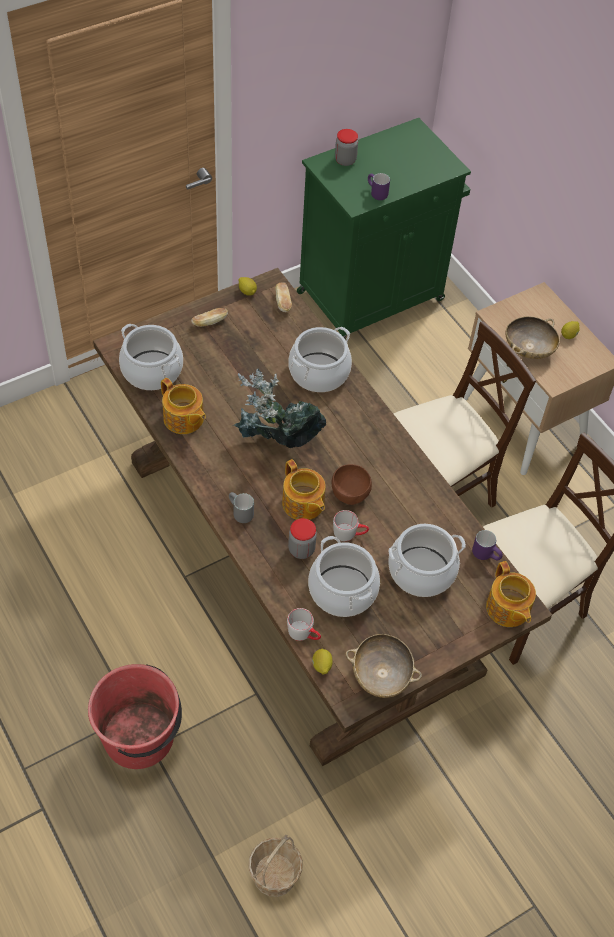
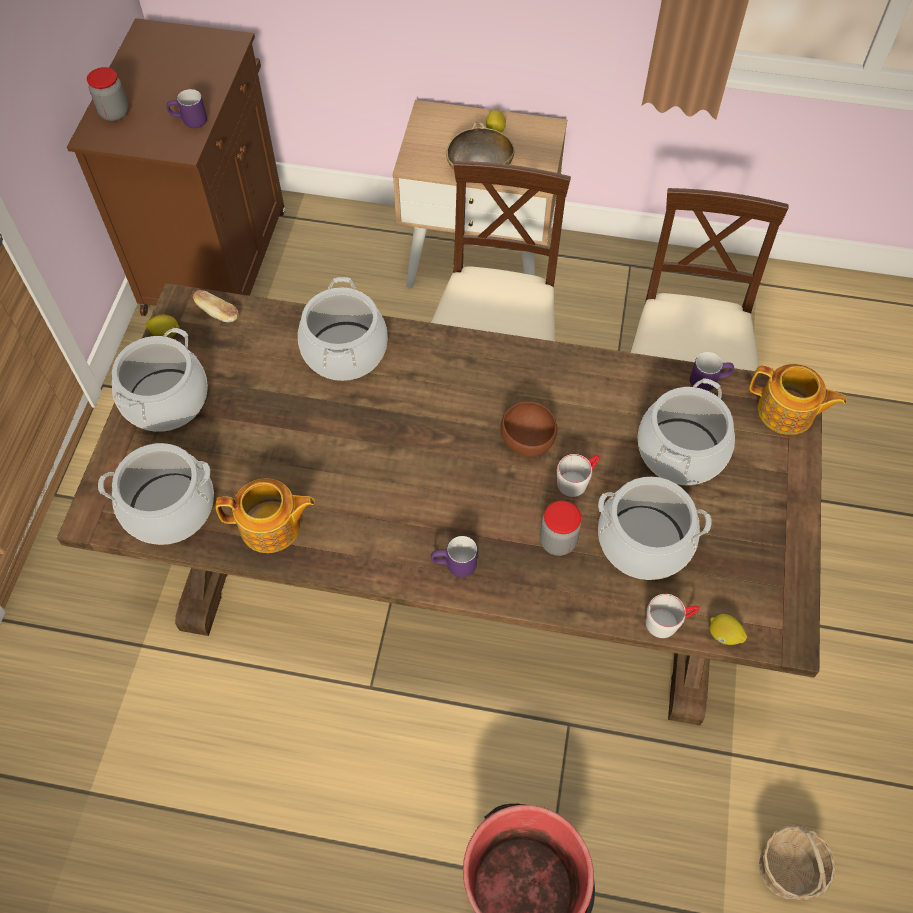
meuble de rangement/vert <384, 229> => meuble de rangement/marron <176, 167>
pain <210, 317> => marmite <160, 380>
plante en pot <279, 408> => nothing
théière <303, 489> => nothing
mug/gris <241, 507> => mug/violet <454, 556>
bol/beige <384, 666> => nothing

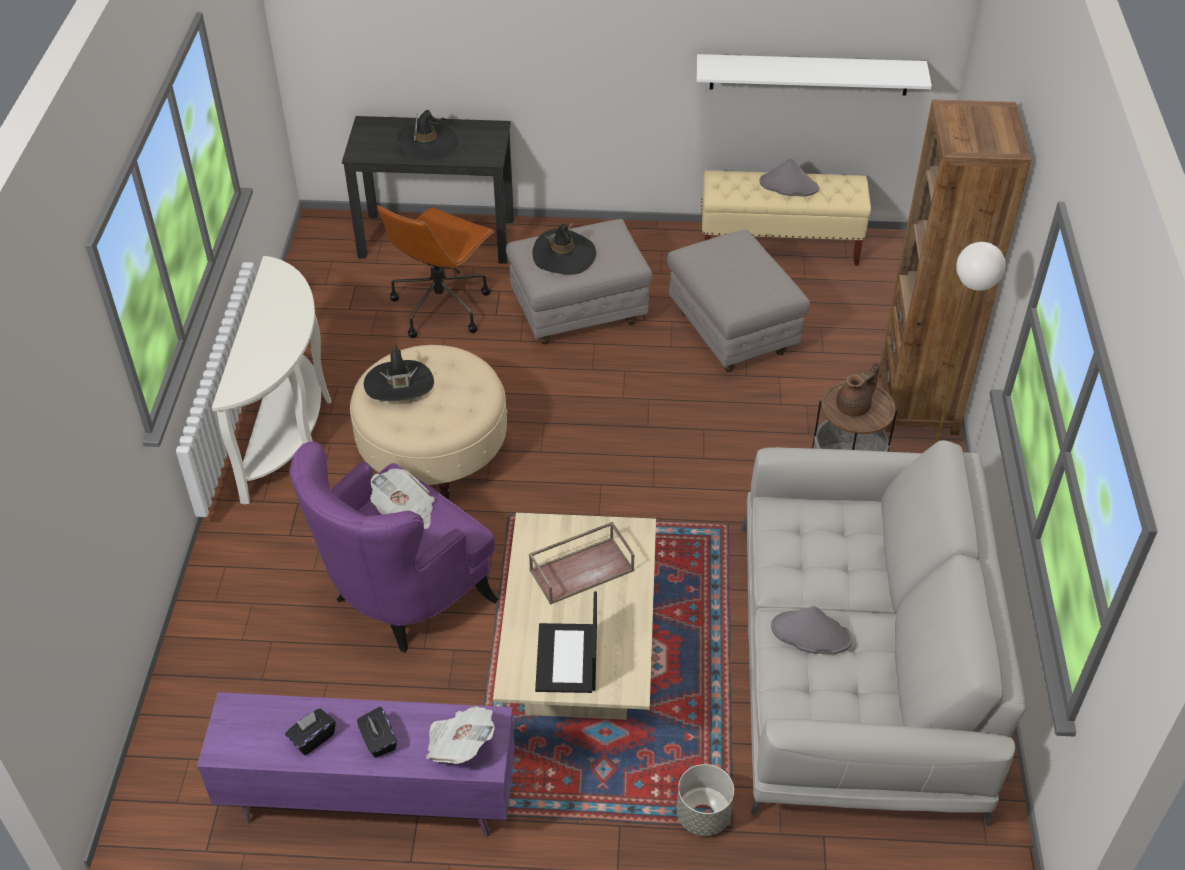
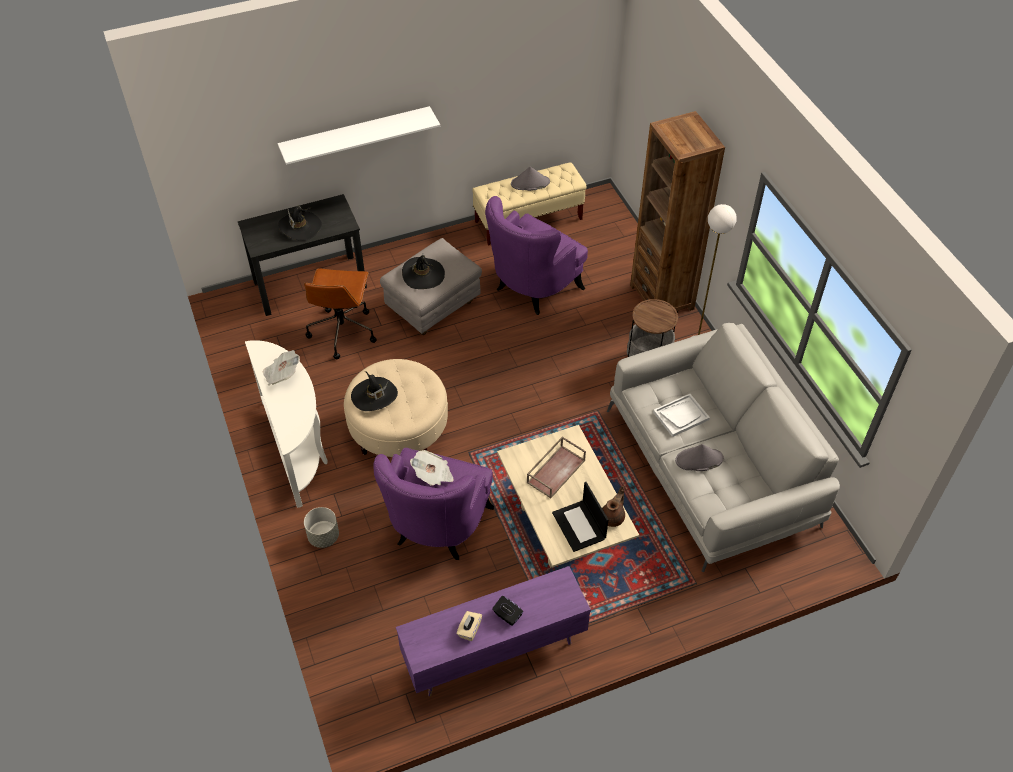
étagère/blanc <814, 75> => étagère/blanc <359, 135>, relocated
pouf/gris <738, 301> => fauteuil/violet <536, 255>
théière/marron <858, 389> => théière/marron <613, 506>, relocated
journal <460, 735> => journal <281, 368>, relocated
boîte à mouchoirs/noir <310, 731> => boîte à mouchoirs/beige <469, 626>
cache-pot/gris <705, 800> => cache-pot/gris <321, 527>, relocated
nothing => plateau/blanc <681, 415>

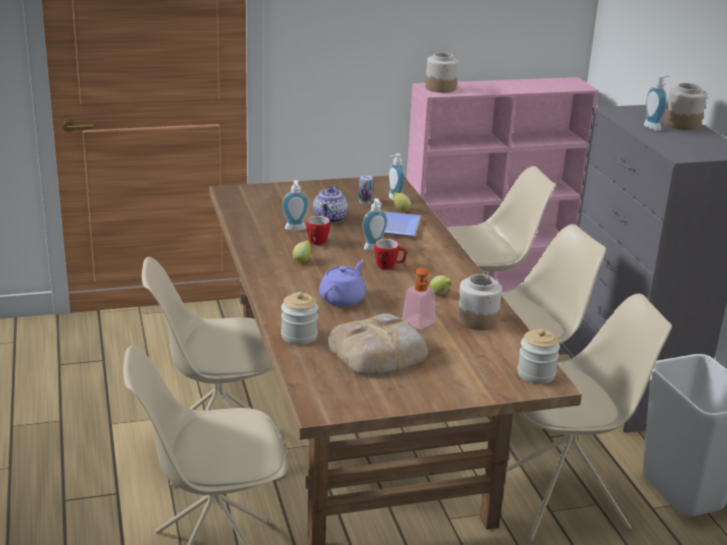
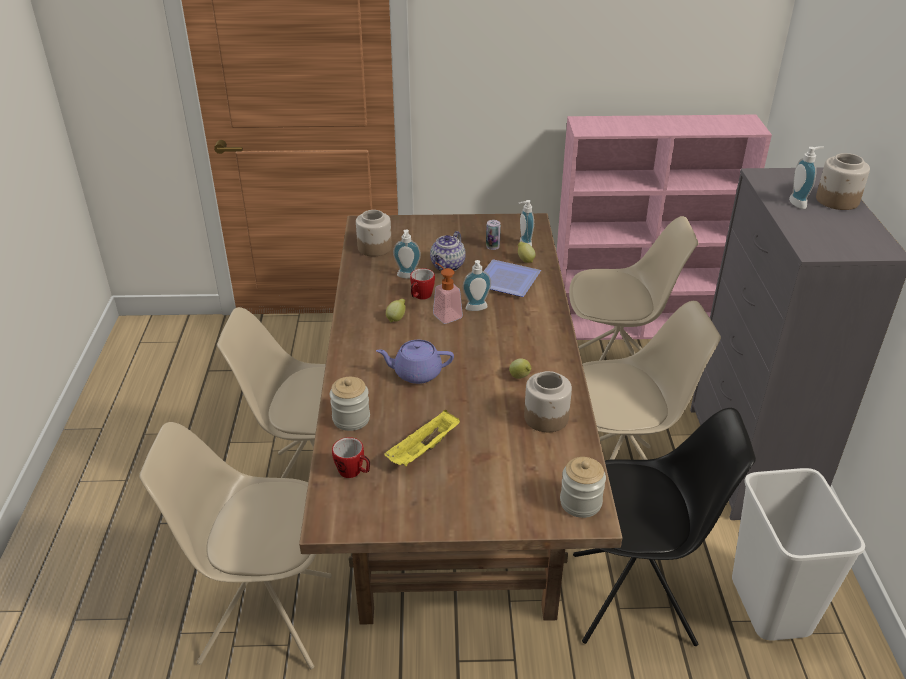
bocal <442, 72> => bocal <374, 233>, relocated
mug <390, 254> => mug <351, 457>, relocated
théière/violet <342, 283> => théière/violet <415, 362>, 135 degrees counterclockwise
distributeur de savon <418, 296> => distributeur de savon <448, 293>, relocated
chaise/beige <589, 417> => chaise/noir <664, 527>
pain <377, 344> => plateau/jaune <422, 438>

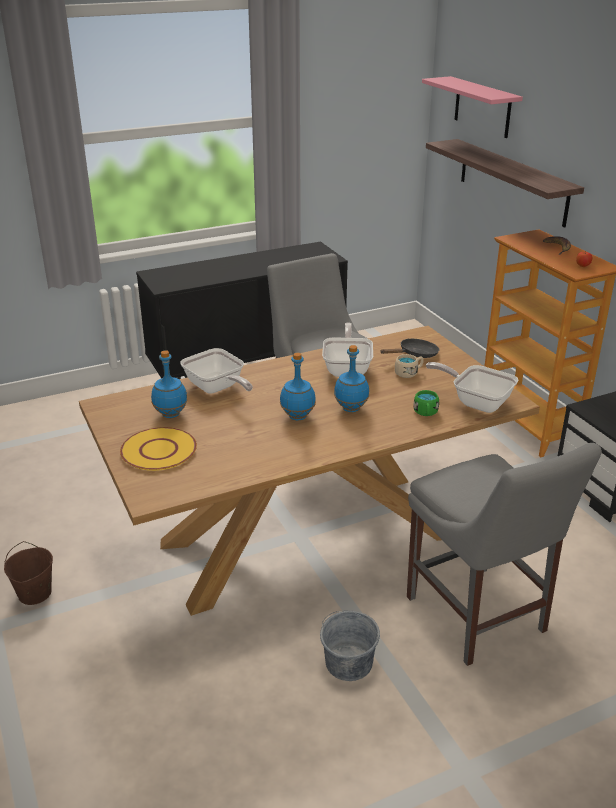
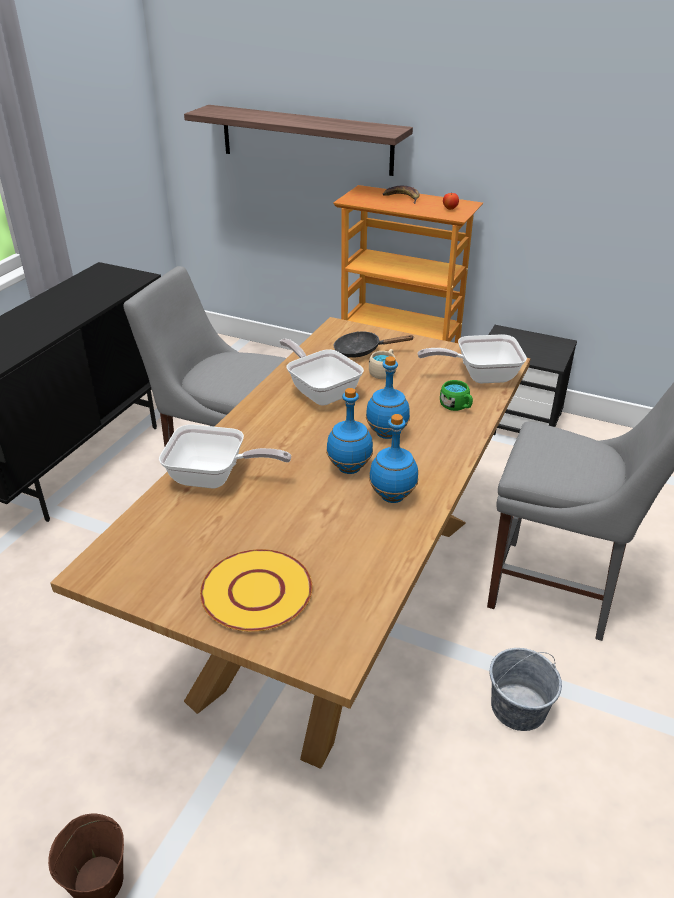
étagère/rose <472, 107> => nothing
poêle/noir <409, 348> => poêle/noir <374, 344>, 105 degrees counterclockwise
bouteille/bleu <169, 384> => bouteille/bleu <393, 458>, relocated

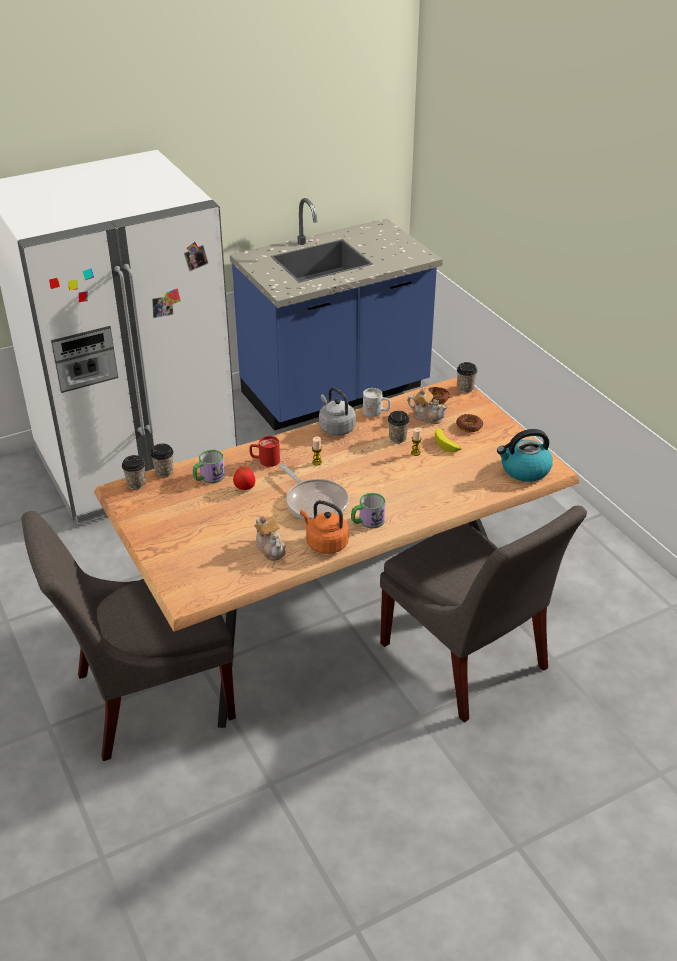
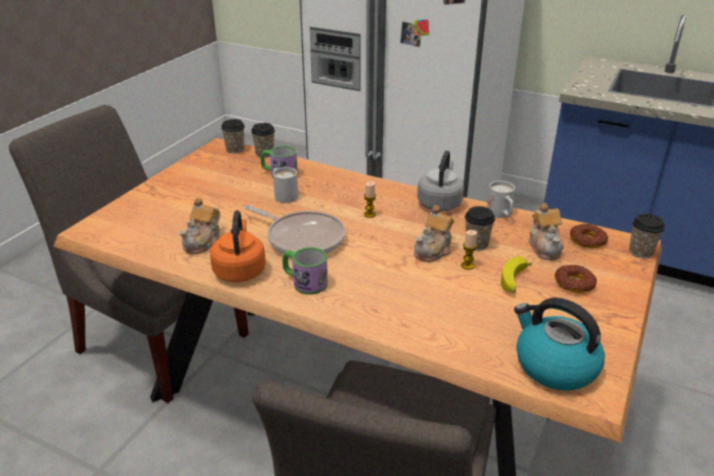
mug/rouge <264, 451> => nothing
poêle <314, 492> => poêle <295, 229>, 75 degrees counterclockwise
tomate <244, 478> => mug/blanc <285, 185>
nothing => théière <434, 233>

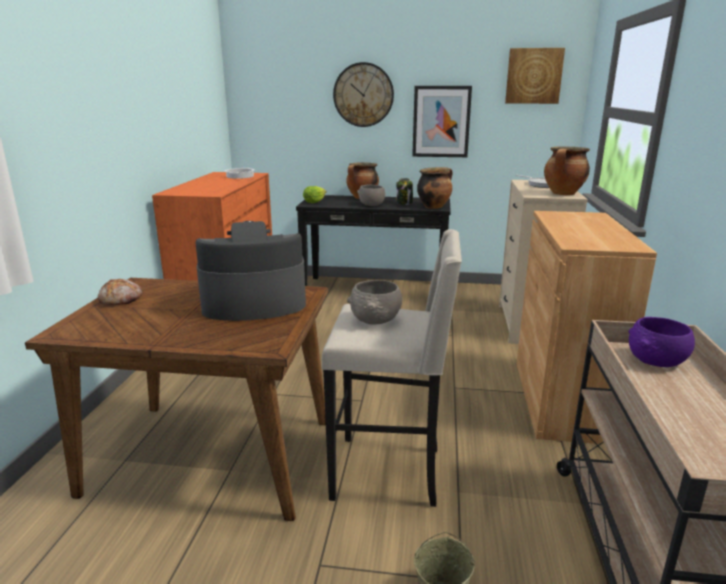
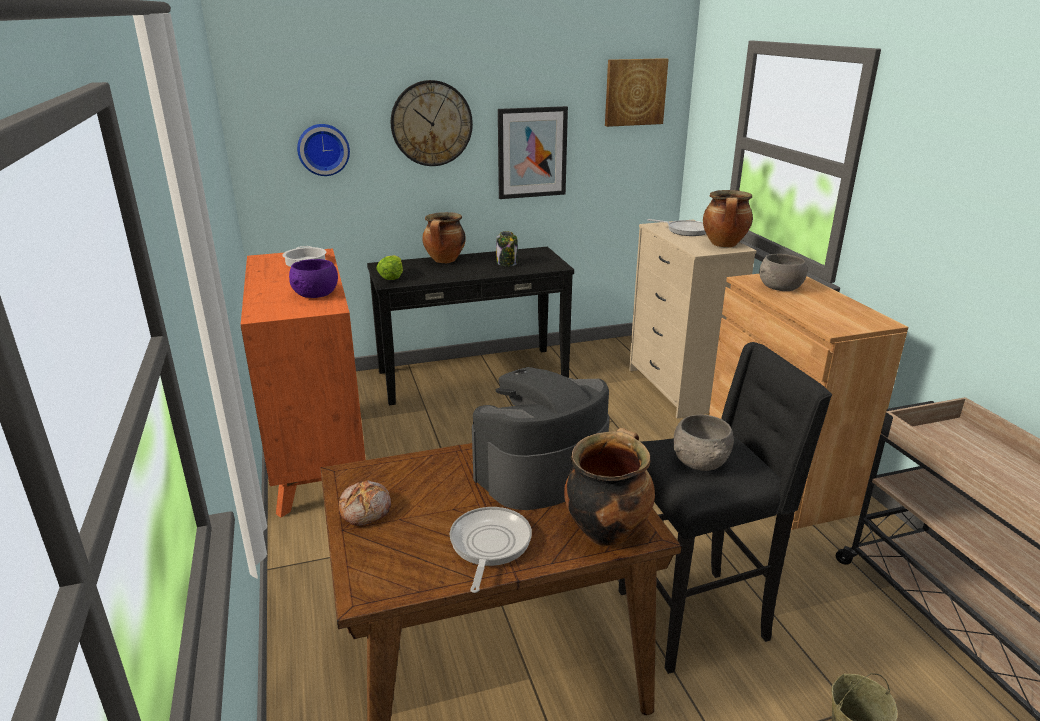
marmite <435, 188> => marmite <609, 487>, relocated
bol/gris <371, 195> => bol/gris <783, 272>, relocated
tabouret/beige <392, 368> => tabouret/noir <725, 508>
bol/violet <661, 342> => bol/violet <313, 278>, relocated
nothing => horloge murale <323, 150>
nothing => poêle <491, 550>

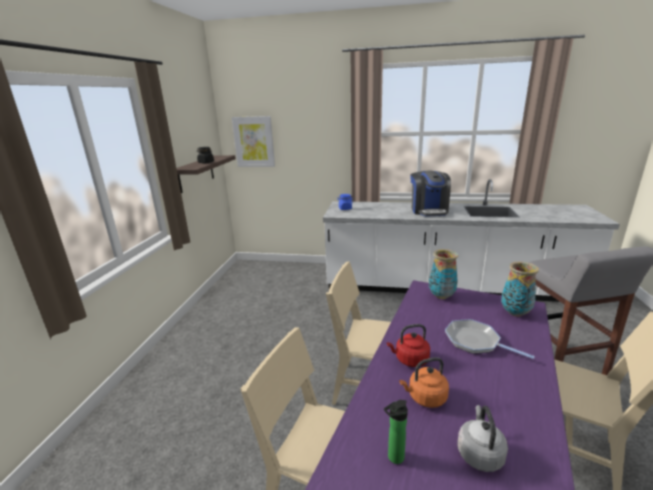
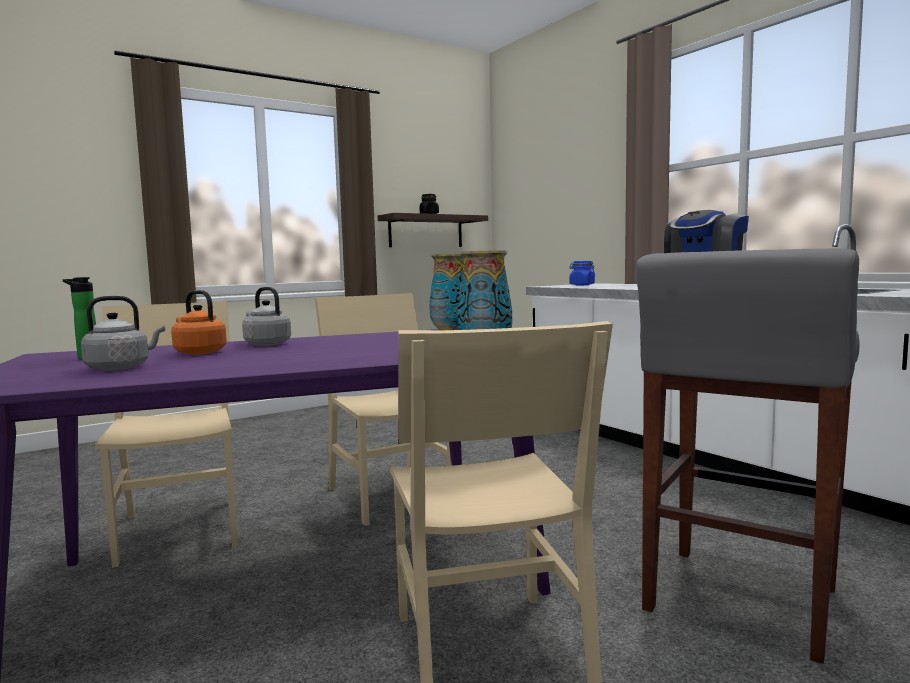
tableau <253, 141> => nothing
poêle <490, 339> => nothing
bouilloire/rouge <408, 345> => bouilloire/gris <266, 316>

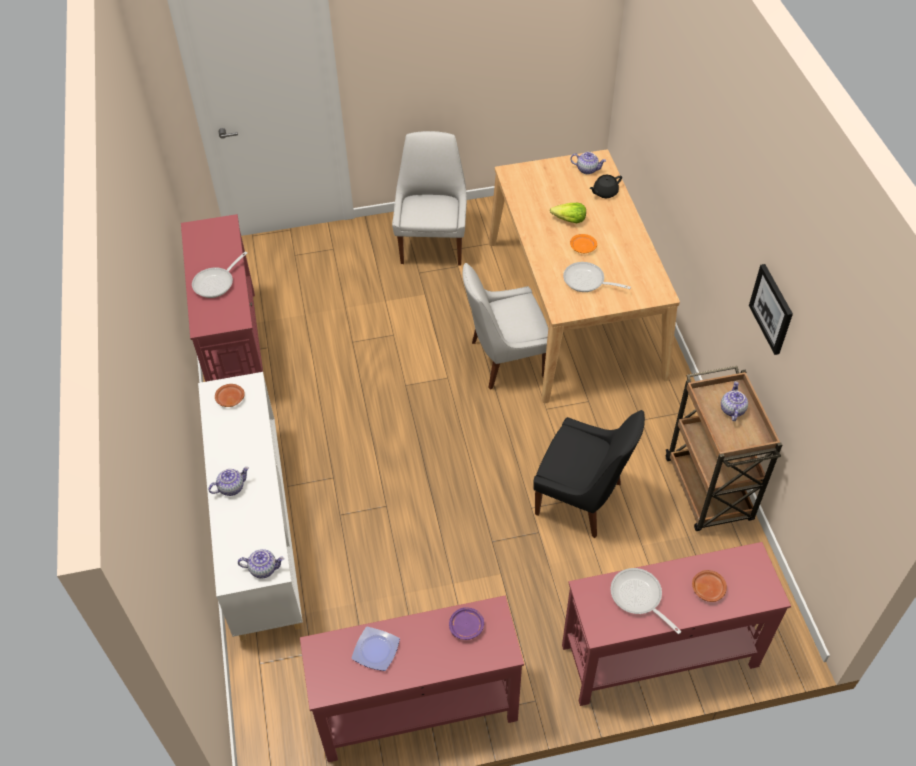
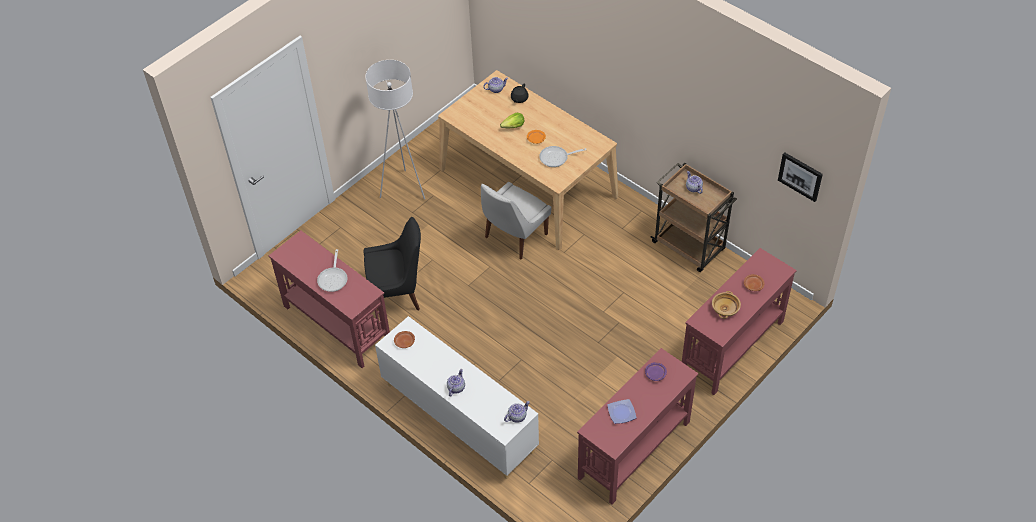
chaise/blanc <429, 198> => lampadaire/blanc <395, 129>
tableau <771, 309> => tableau <800, 177>, relocated
chaise/noir <589, 474> => chaise/noir <392, 267>, relocated
poêle <646, 601> => bol/beige <726, 305>

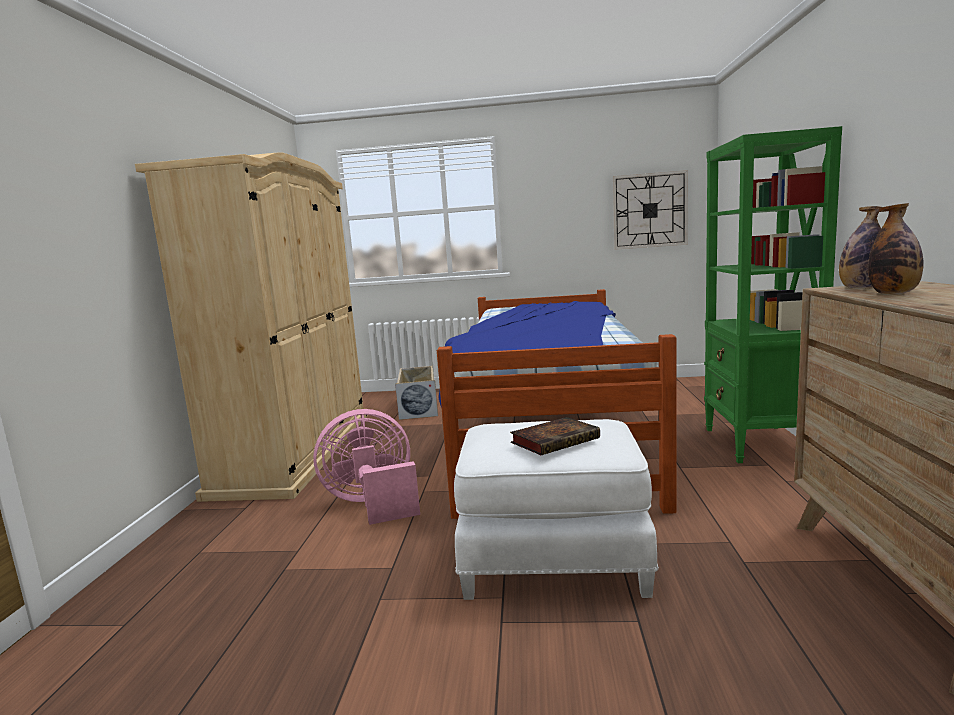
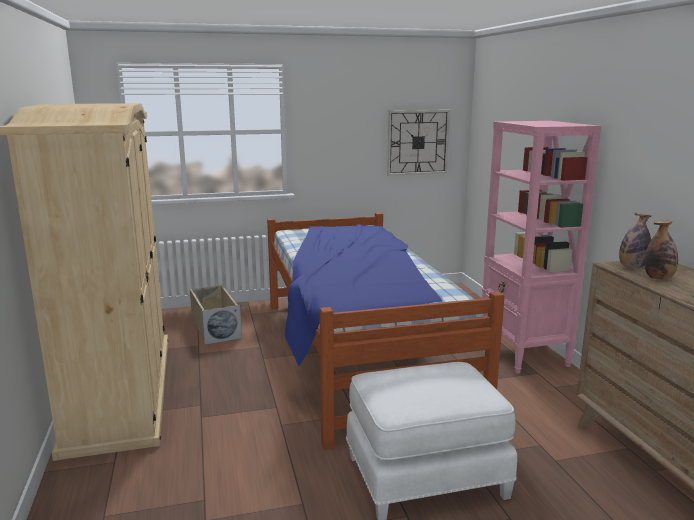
bibliothèque/vert <773, 294> => bibliothèque/rose <541, 247>
ventilateur/rose <366, 467> => nothing
livre <555, 436> => nothing

